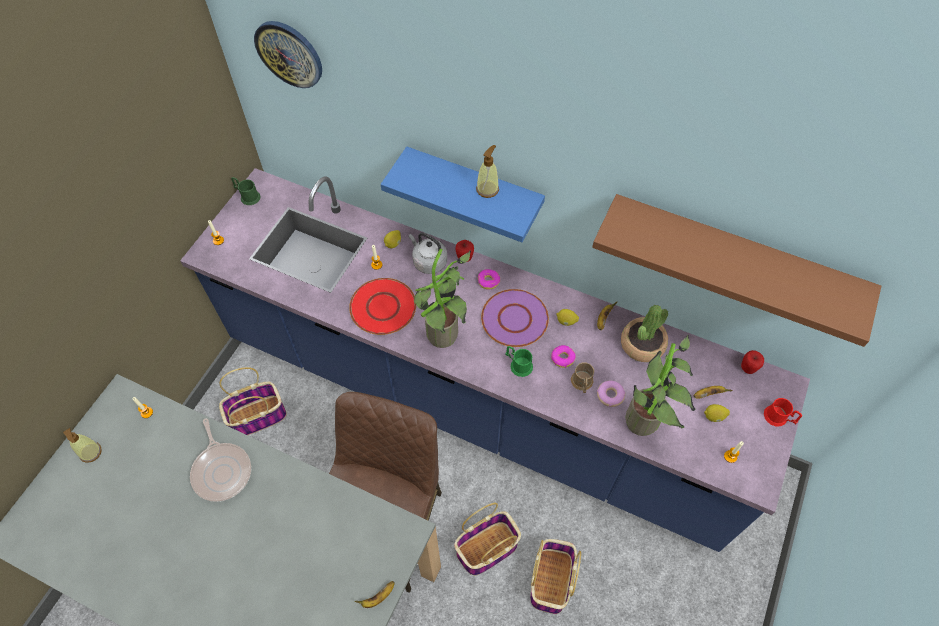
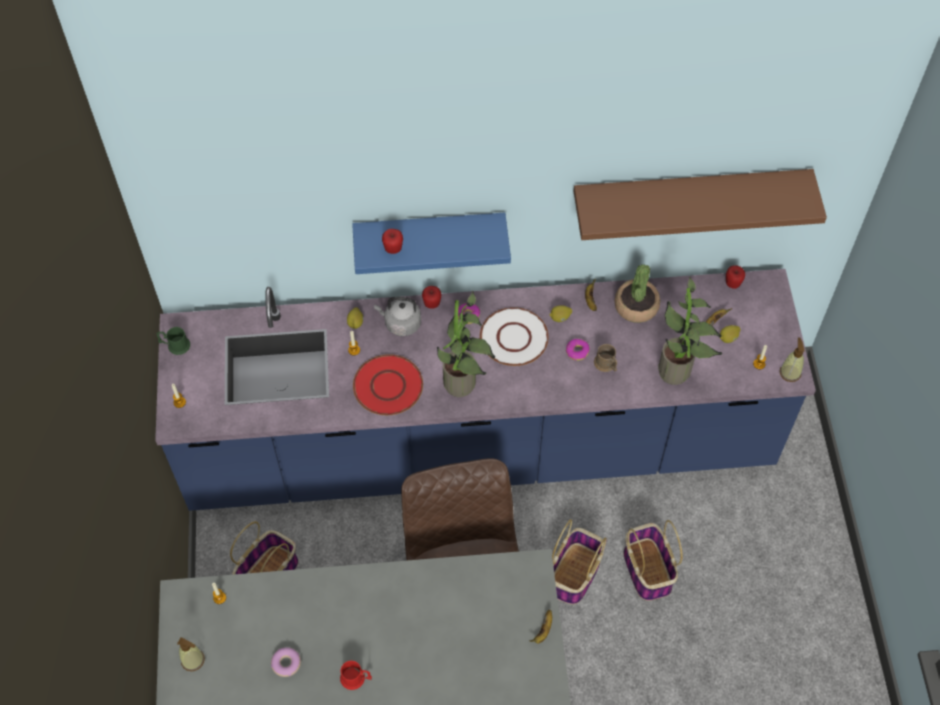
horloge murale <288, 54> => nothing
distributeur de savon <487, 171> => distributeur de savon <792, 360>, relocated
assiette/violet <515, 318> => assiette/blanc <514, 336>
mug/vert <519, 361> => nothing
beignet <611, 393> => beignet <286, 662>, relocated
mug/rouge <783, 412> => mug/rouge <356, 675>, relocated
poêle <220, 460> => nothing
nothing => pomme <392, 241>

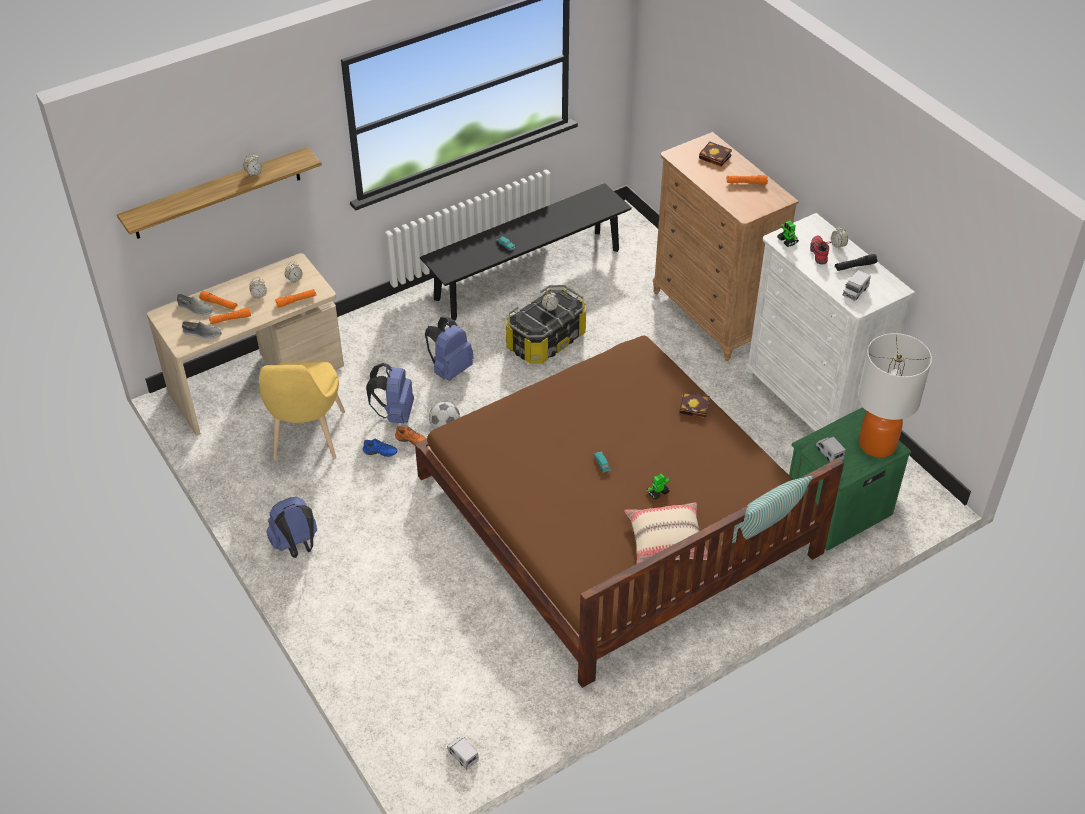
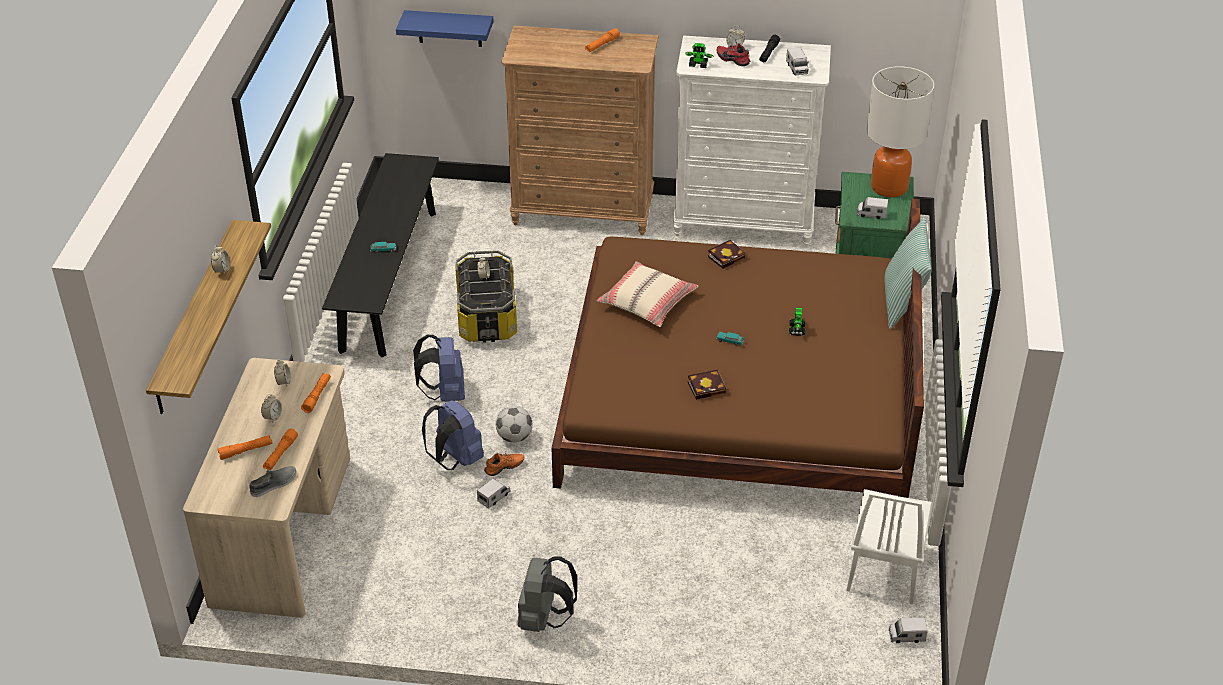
livre <715, 154> => livre <707, 385>, relocated
chaussure/gris <195, 304> => nothing
chaise/jaune <302, 411> => nothing
chaussure/bleu <380, 447> => camion jouet <494, 493>
sac à dos/bleu <292, 527> => sac à dos/gris <547, 594>
coussin/beige <666, 533> => coussin/beige <647, 294>, relocated
nothing => étagère/bleu <445, 28>
nothing => chaise/blanc <889, 546>

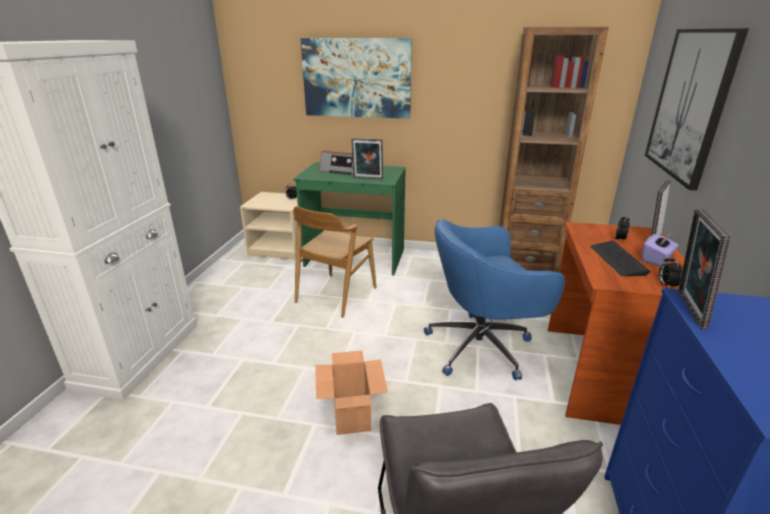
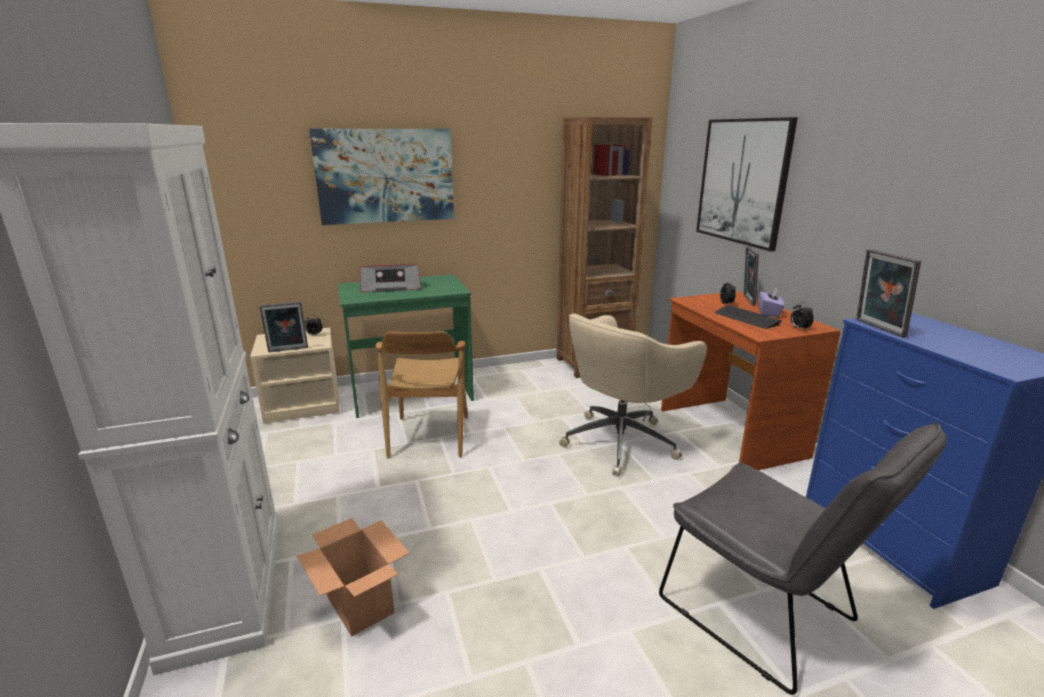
cadre photo <367, 158> => cadre photo <284, 326>, relocated
chaise de bureau/bleu <494, 299> => chaise de bureau/beige <633, 394>
carton <351, 392> => carton <353, 577>, relocated

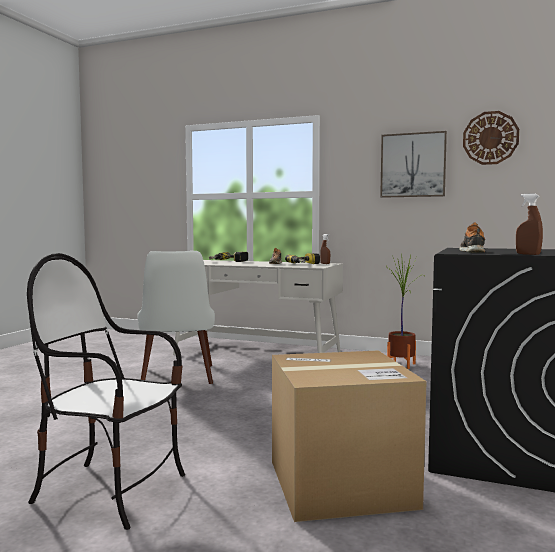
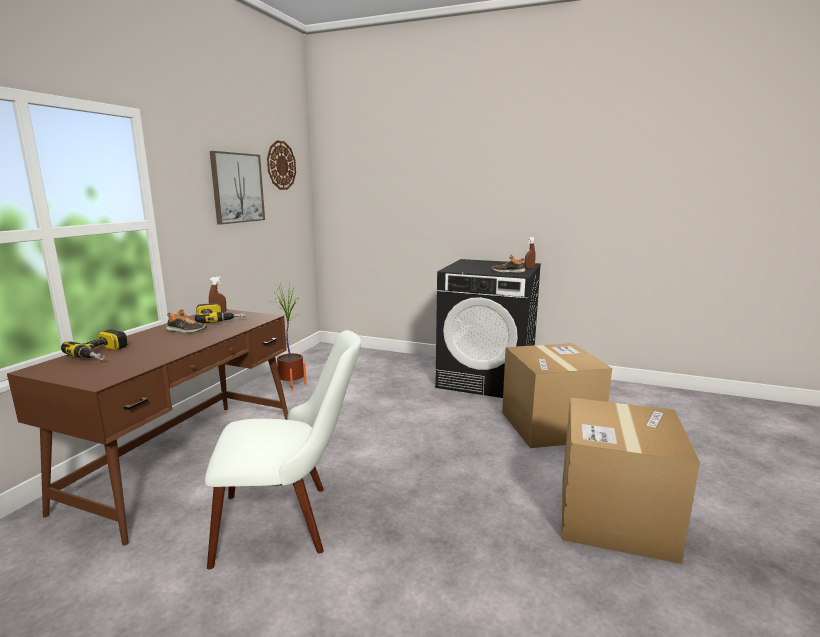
chaise <106, 391> => carton <631, 480>
bureau/blanc <258, 307> => bureau/marron <147, 427>

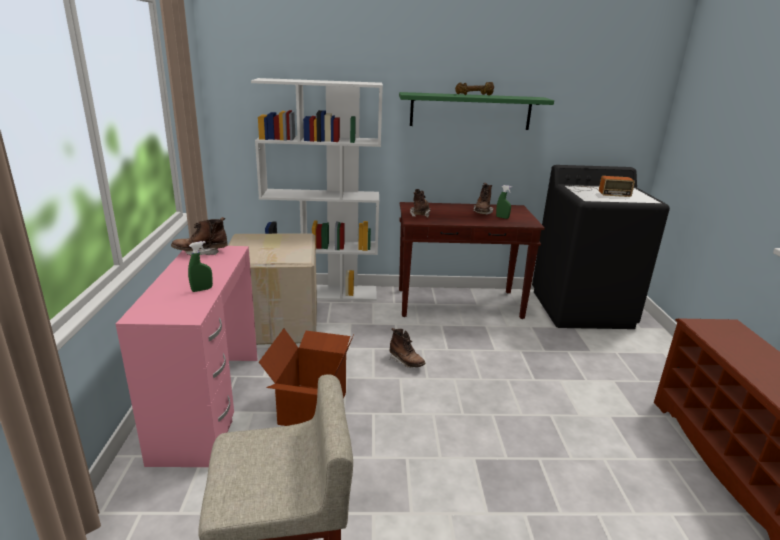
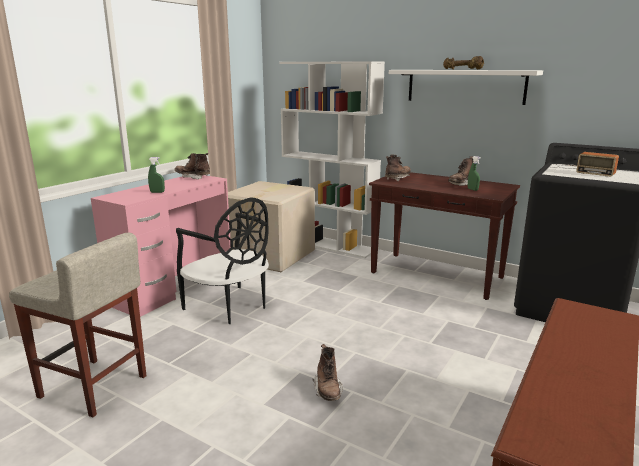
étagère/vert <476, 111> => étagère/blanc <466, 87>
botte/marron <407, 347> => botte/marron <327, 372>, relocated
carton <306, 377> => chaise/noir <222, 260>

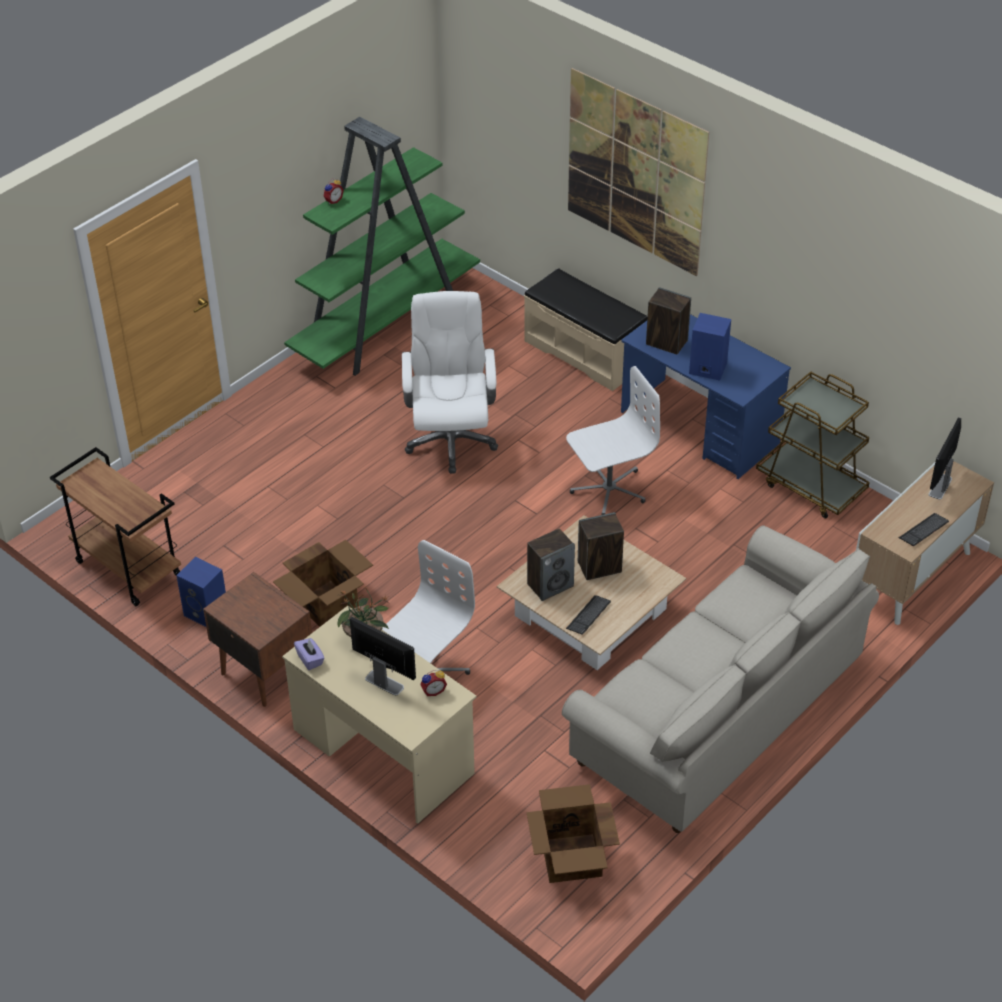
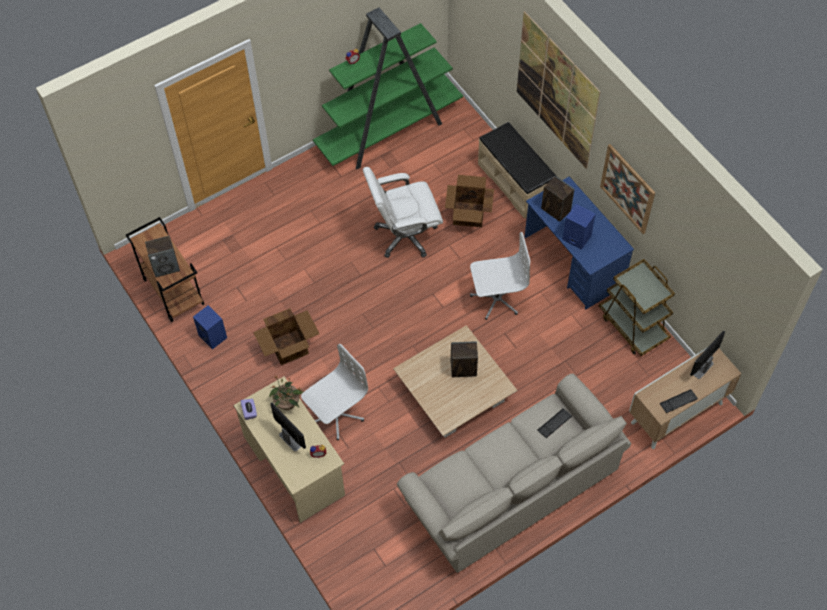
chaise de bureau/blanc <450, 382> => chaise de bureau/blanc <403, 212>, 120 degrees counterclockwise
enceinte <551, 564> => enceinte <162, 256>, relocated
table de chevet/marron <257, 639> => nothing
clavier <588, 615> => clavier <554, 423>, relocated
carton <573, 833> => carton <469, 201>, relocated
nothing => tableau <627, 189>

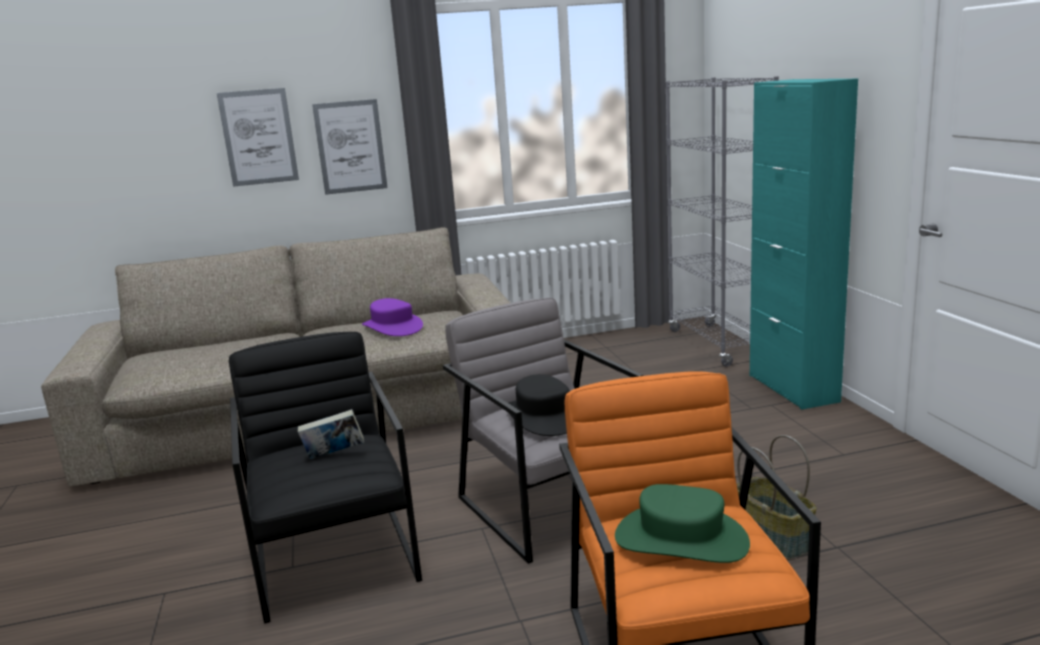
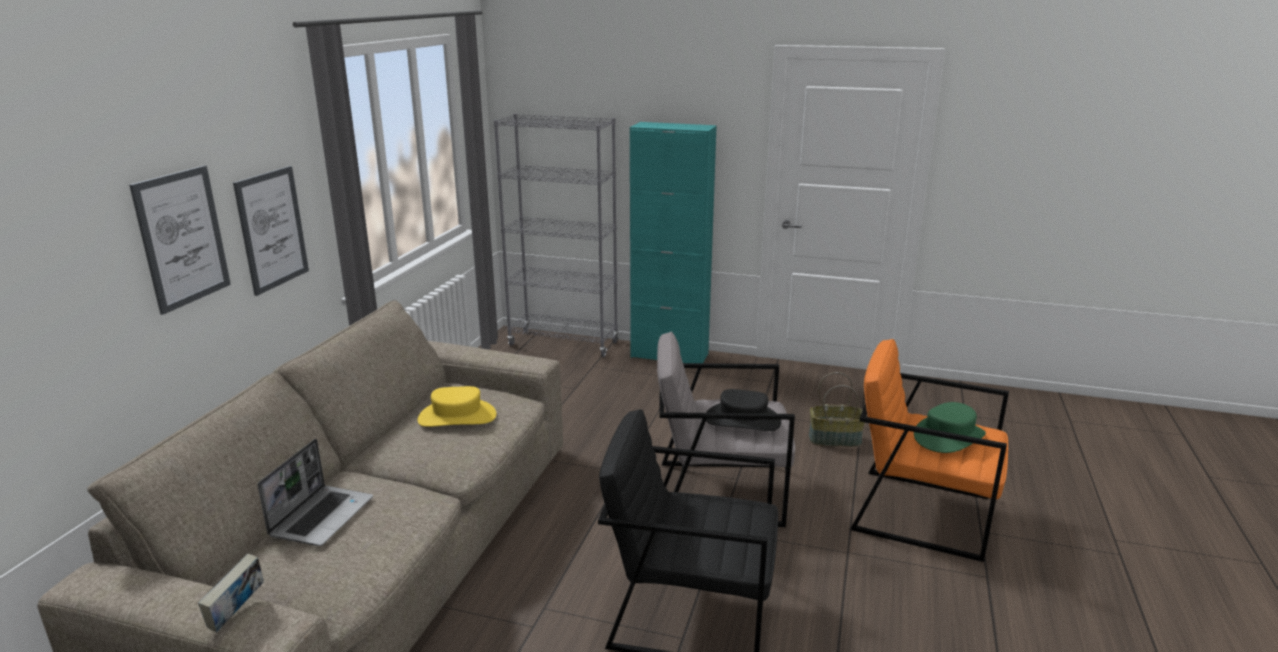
chapeau/violet <392, 317> => chapeau/jaune <456, 406>
livre <331, 434> => livre <231, 593>, relocated
nothing => ordinateur portable <315, 492>

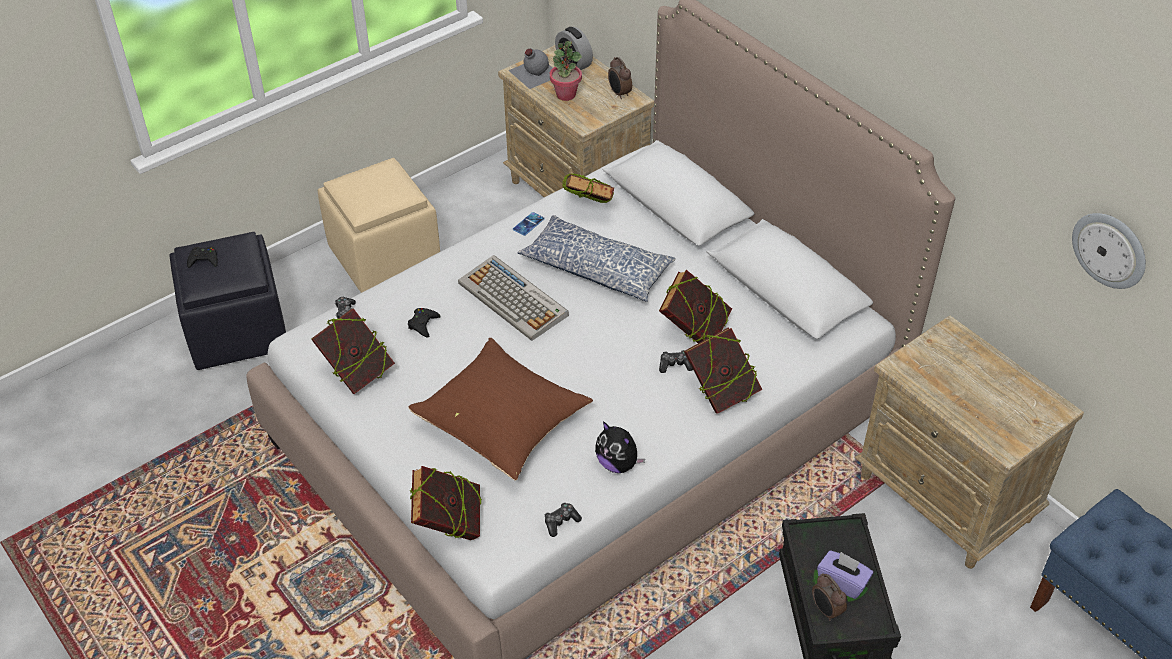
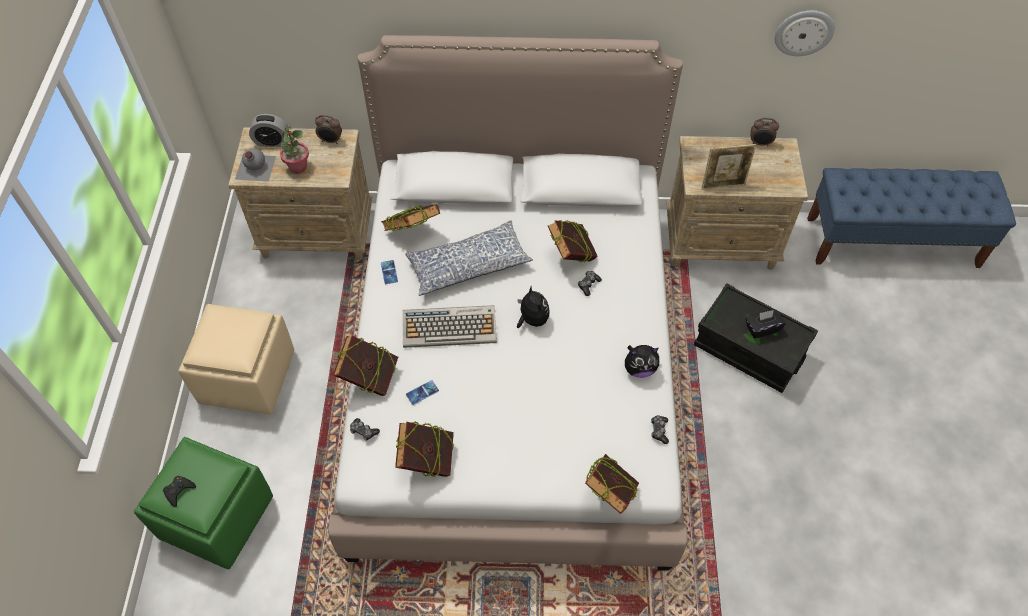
pouf/noir <227, 301> => pouf/vert <203, 503>
manette/noir <424, 322> => téléphone <422, 392>
livre <723, 370> => livre <365, 366>, relocated
coussin/marron <500, 409> => nothing
boîte à mouchoirs/violet <845, 574> => boîte à mouchoirs/noir <766, 324>
réveil <829, 597> => réveil <764, 132>, relocated
nothing => cadre photo <729, 167>
nothing => peluche <533, 307>

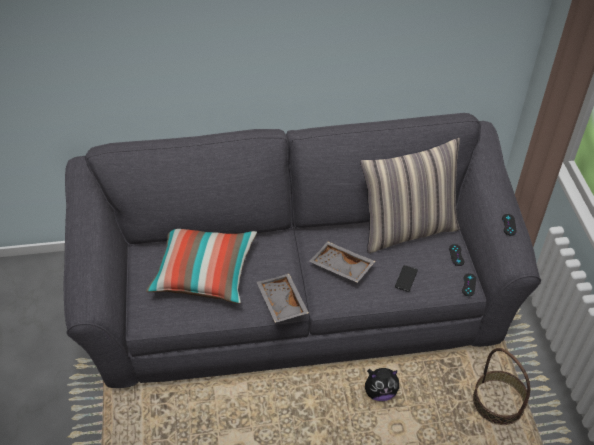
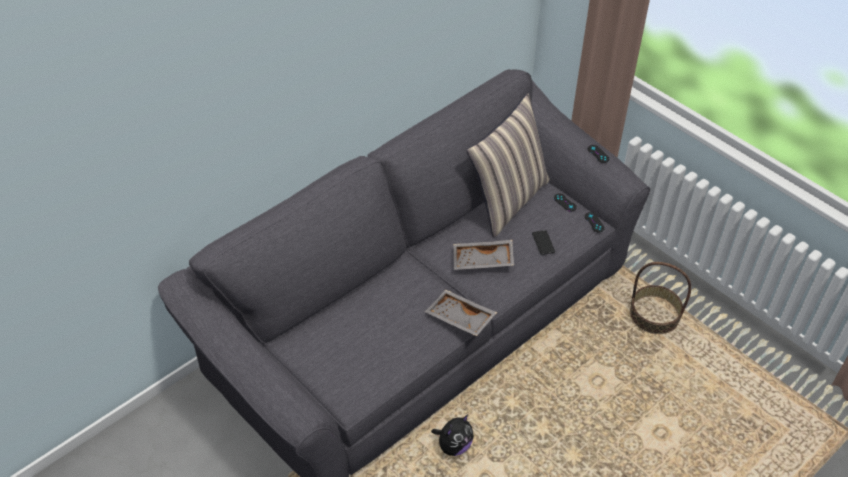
coussin <201, 266> => nothing
peluche <382, 384> => peluche <452, 435>, relocated

